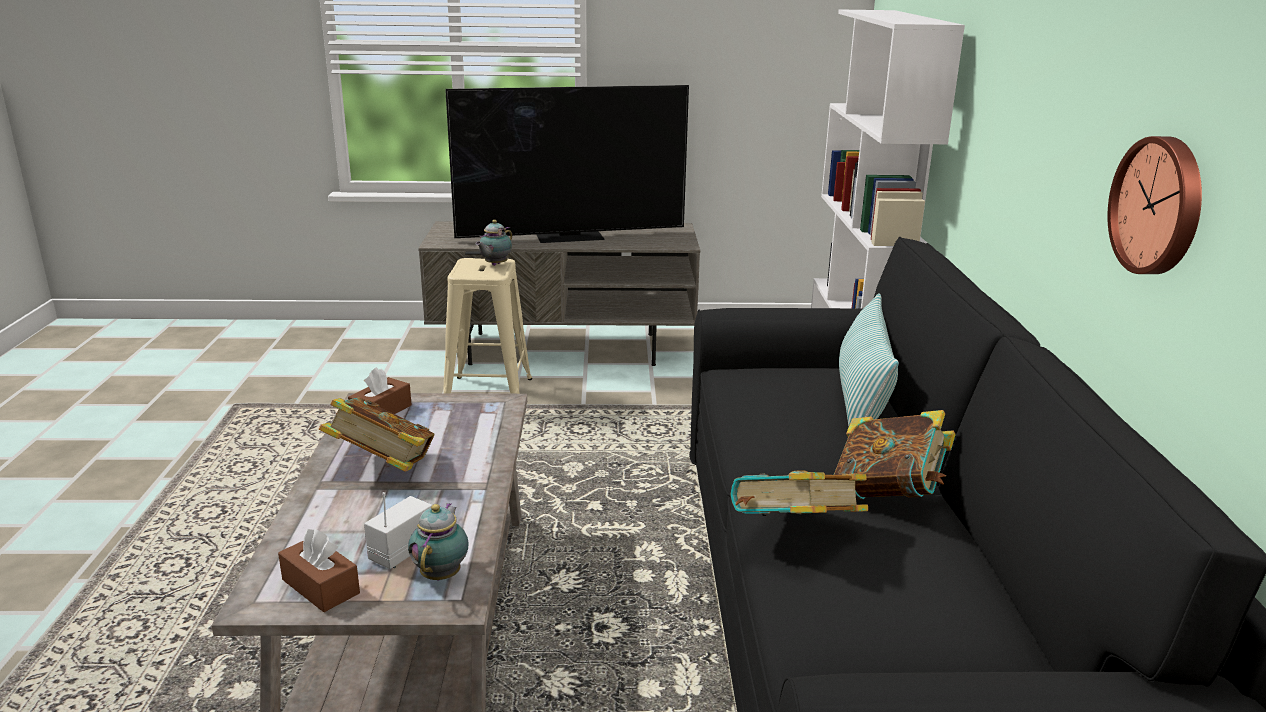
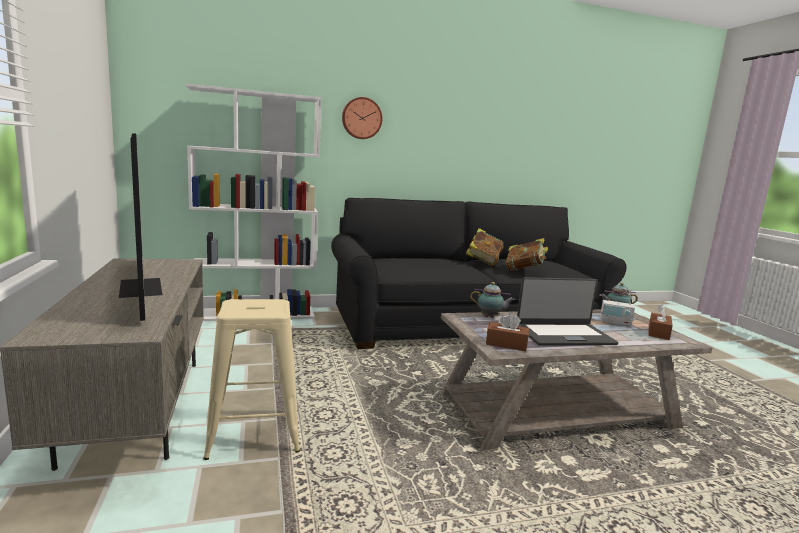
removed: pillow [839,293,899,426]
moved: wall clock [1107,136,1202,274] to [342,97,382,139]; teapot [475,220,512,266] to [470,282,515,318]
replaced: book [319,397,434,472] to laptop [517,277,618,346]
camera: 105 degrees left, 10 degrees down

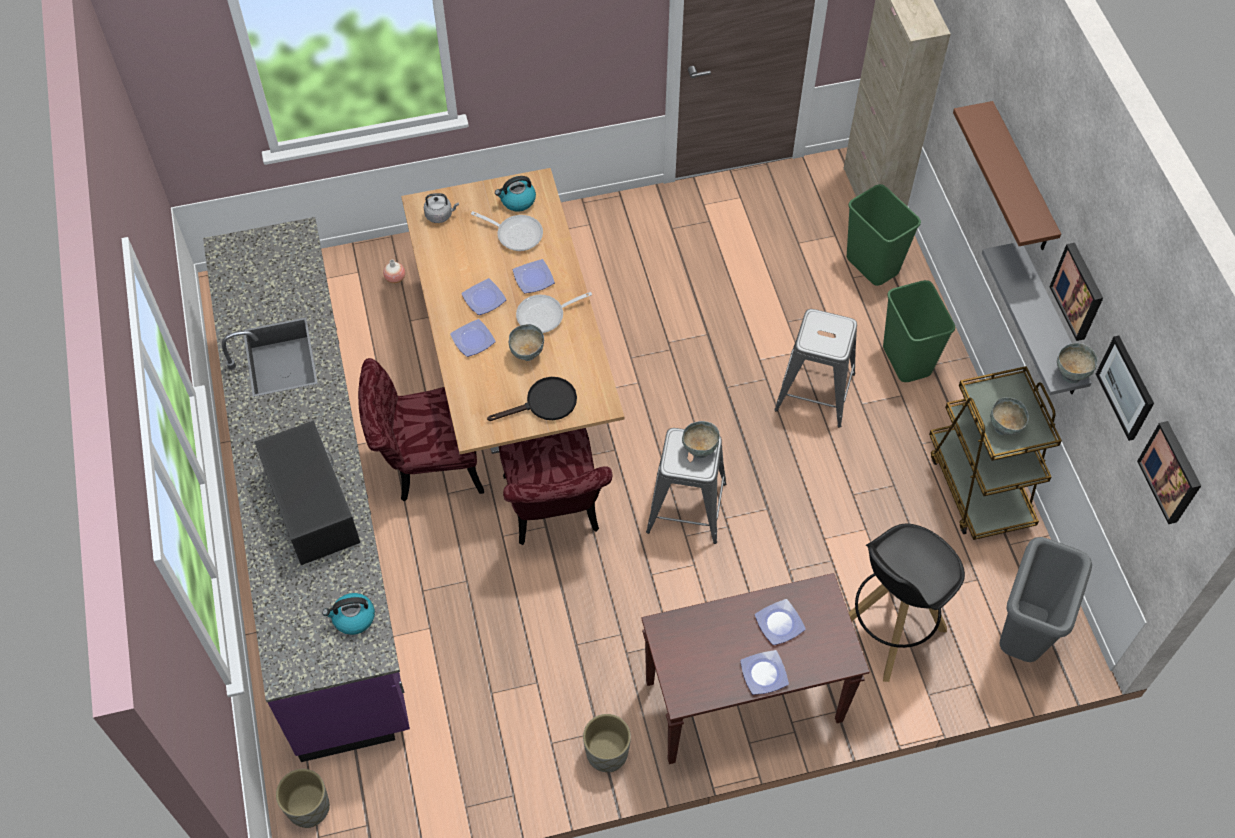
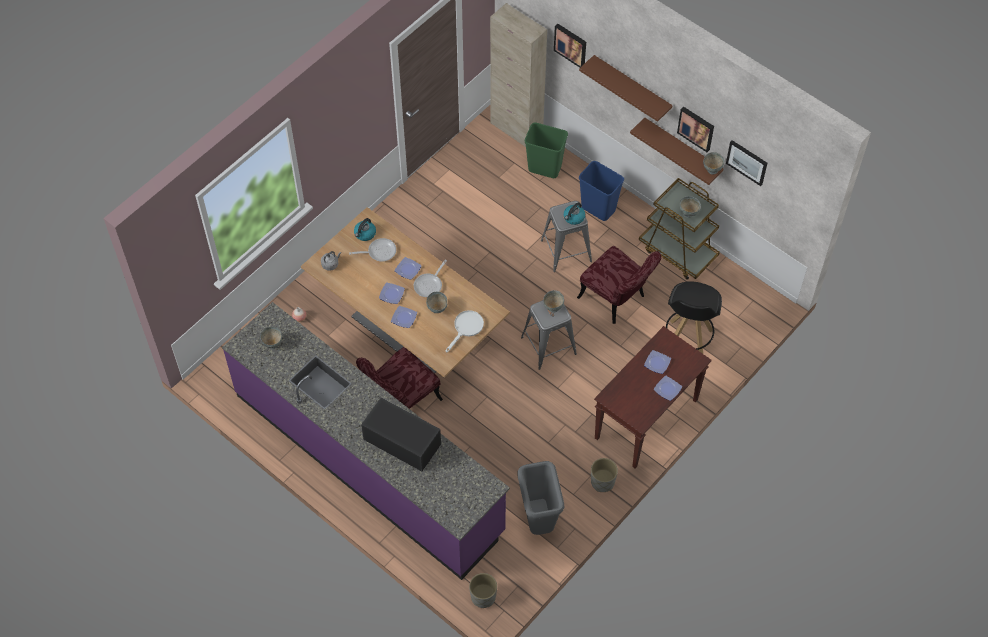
added: grey bowl [260,327,282,349]
moved: picture [1137,421,1201,524] to [554,24,586,68]; red chair [499,428,612,545] to [577,246,662,324]; grey trash can [1000,537,1092,662] to [518,461,564,535]; kettle [322,593,375,635] to [564,202,585,225]
recoloured: grey shelf [982,242,1092,395] to brown shelf [630,118,723,185]; green trash can [883,280,955,382] to blue trash can [579,161,624,221]; black frying pan [487,377,577,421] to white frying pan [446,310,484,352]
camera: 35 degrees left, 0 degrees up

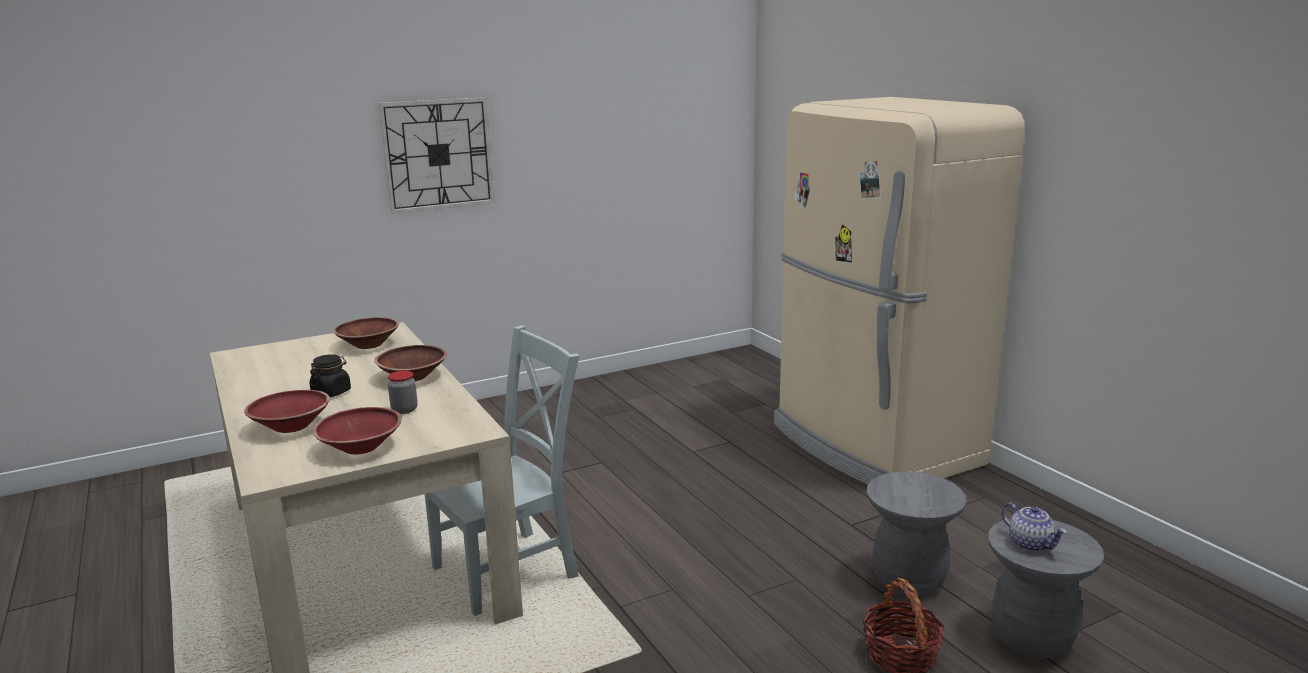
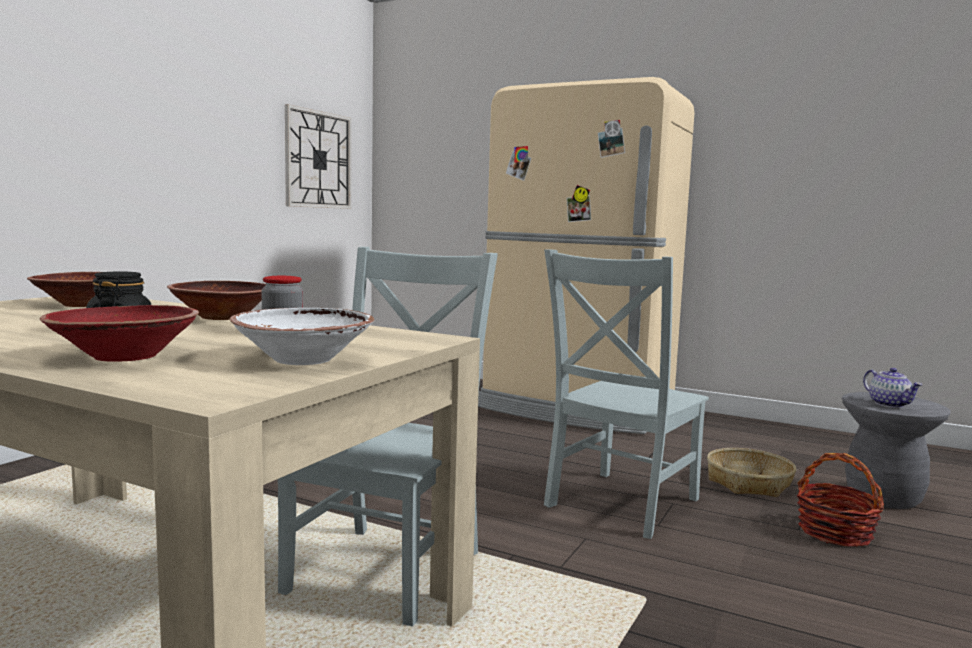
added: grey chair [544,250,709,539]
moved: wall clock [378,97,495,214] to [285,104,351,209]
replaced: grey stool [867,471,967,597] to basket [707,448,796,497]
recoloured: red bowl [313,407,402,455] to white bowl [230,308,374,365]
turned: teapot [1002,502,1067,552] = [863,368,922,408] 45 degrees clockwise
camera: 35 degrees left, 10 degrees down

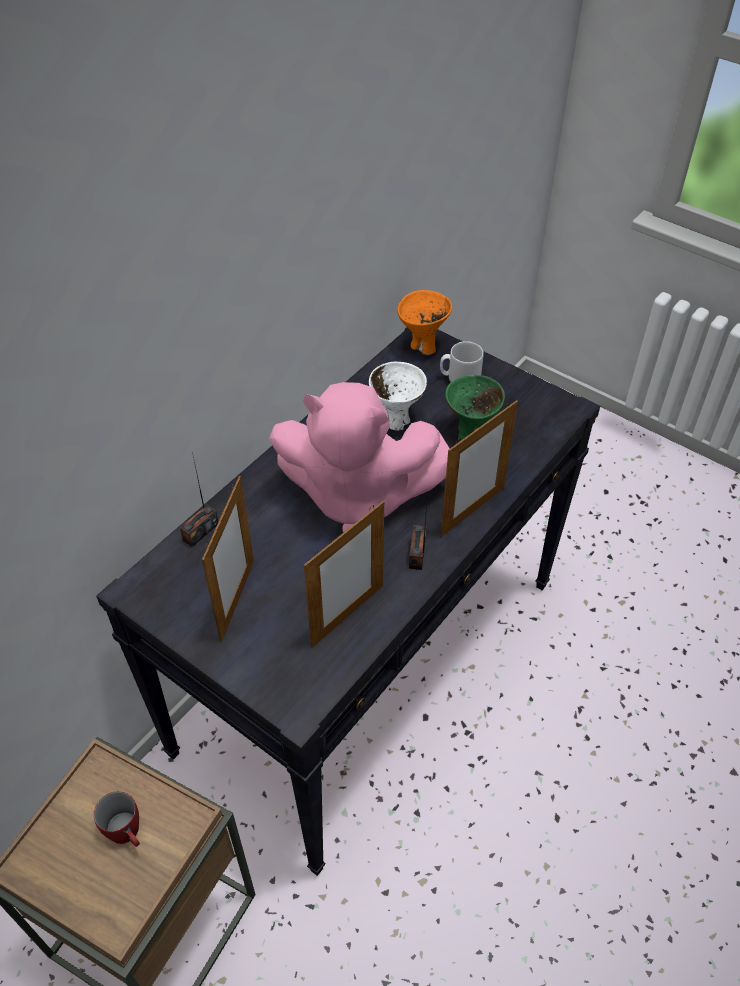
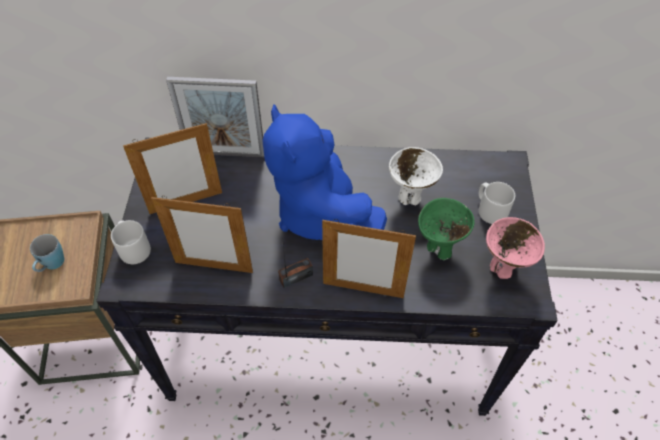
removed: orange bowl [397,290,452,355]
added: pink bowl [486,217,545,279]; grey mug [111,220,151,264]
replaced: radio [180,452,218,547] to picture frame [166,77,264,157]
recoloured: pink plush toy [269,382,450,532] to blue plush toy [262,104,387,240]; red mug [94,791,140,847] to blue mug [30,234,64,272]
camera: 55 degrees right, 5 degrees up

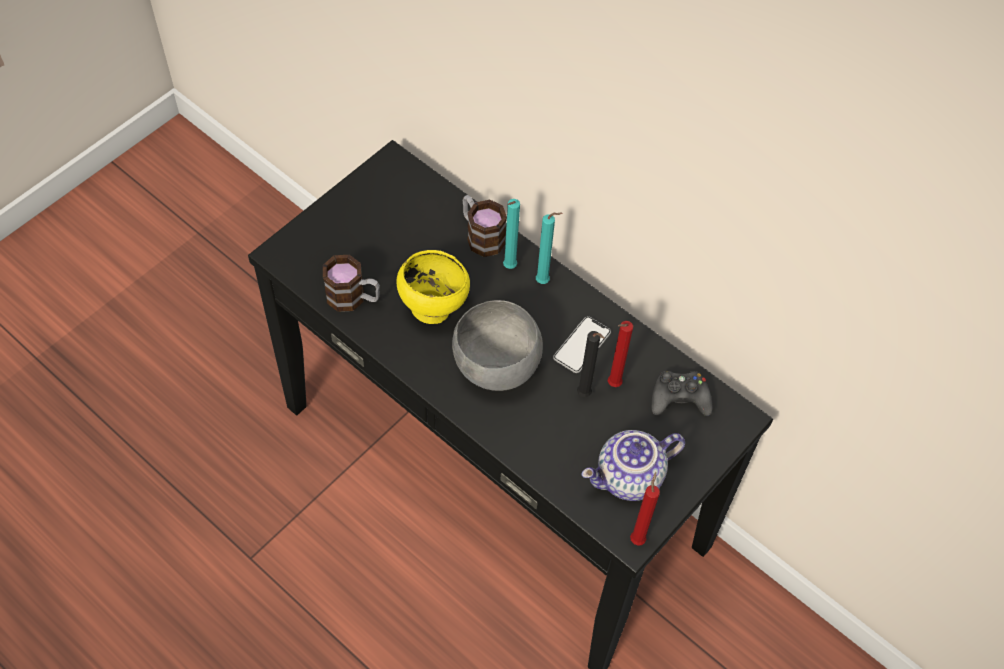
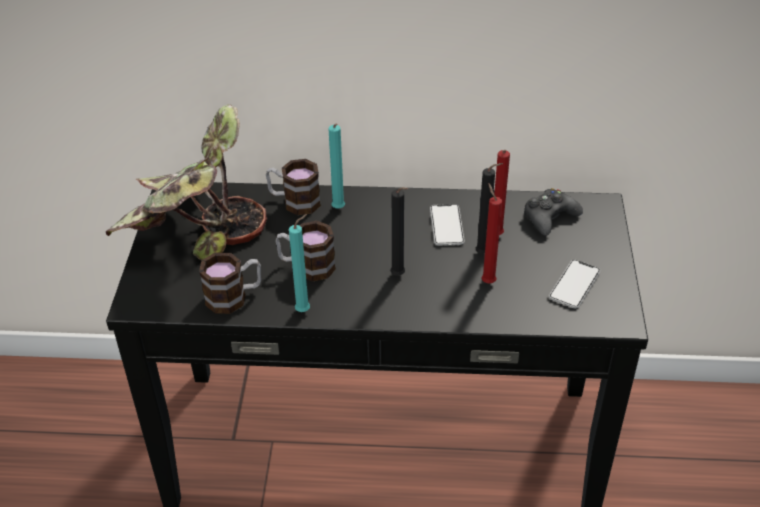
added: potted plant [106,104,267,260]
moved: turquoise candle [536,212,563,284] to [289,214,310,312]; red candle [630,472,660,545] to [482,184,502,283]
replaced: yellow bowl [397,250,470,324] to mug [276,221,336,282]; grey bowl [452,300,543,391] to black candle [390,187,408,276]; teapot [581,430,685,501] to phone [549,260,600,308]
camera: 35 degrees left, 15 degrees down

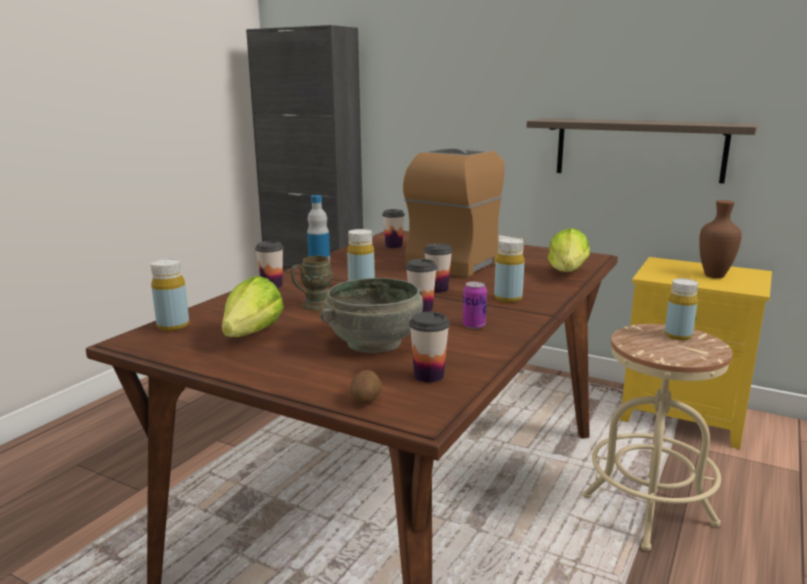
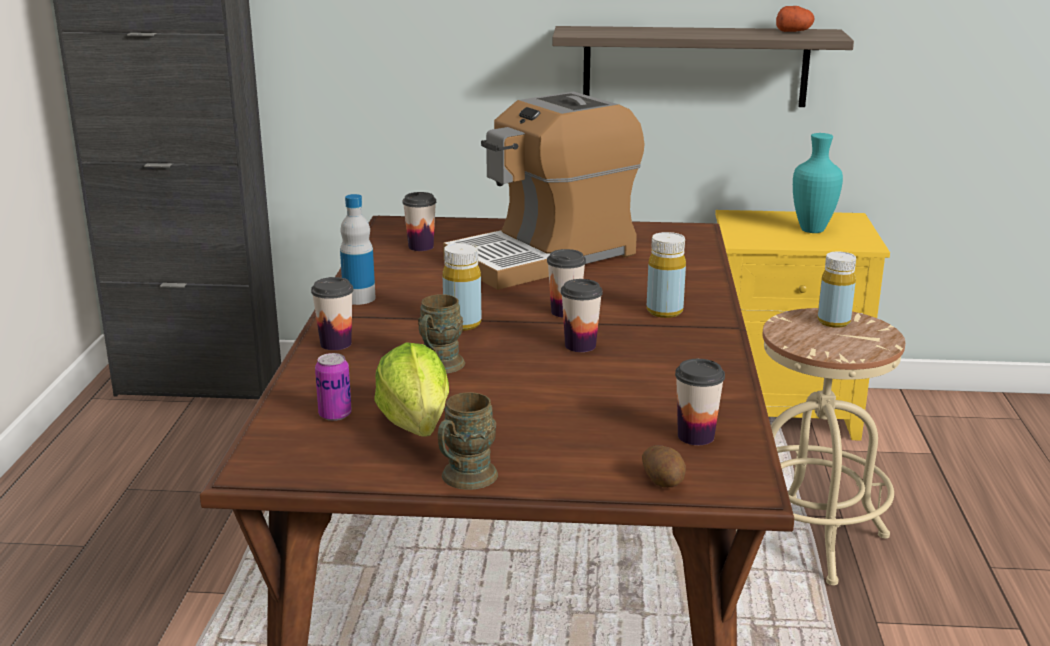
removed: lettuce [548,228,590,272]; yellow bottle [151,258,189,331]; grey bowl [320,278,423,353]
added: potato [776,6,815,32]; brown mug [438,392,498,490]
moved: can [463,281,487,329] to [315,353,352,421]
recoloured: brown vase [699,200,742,278] to turquoise vase [793,133,843,233]
turned: coffee machine [403,148,524,278] = [443,92,644,290] 135 degrees counterclockwise
camera: 25 degrees left, 5 degrees up

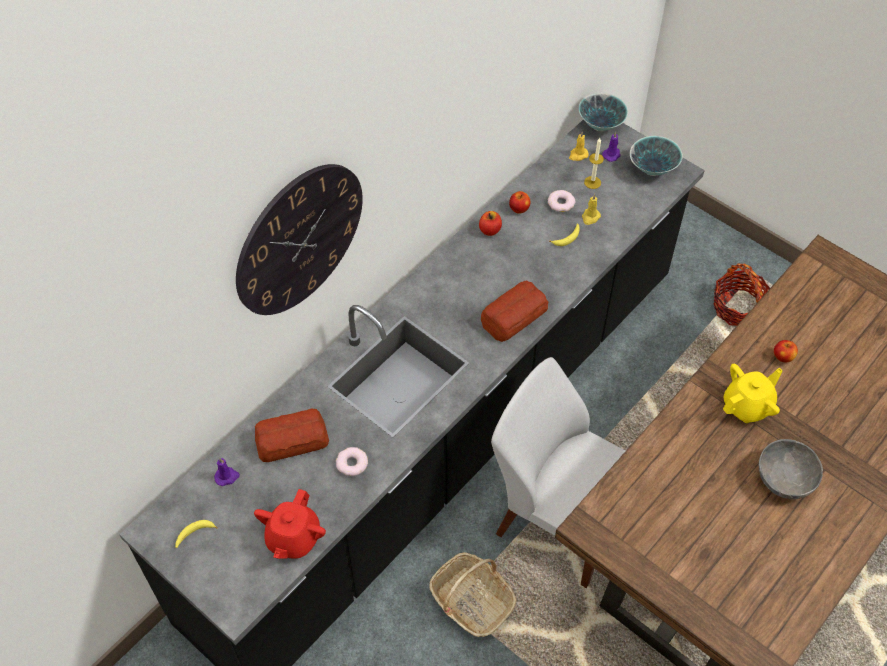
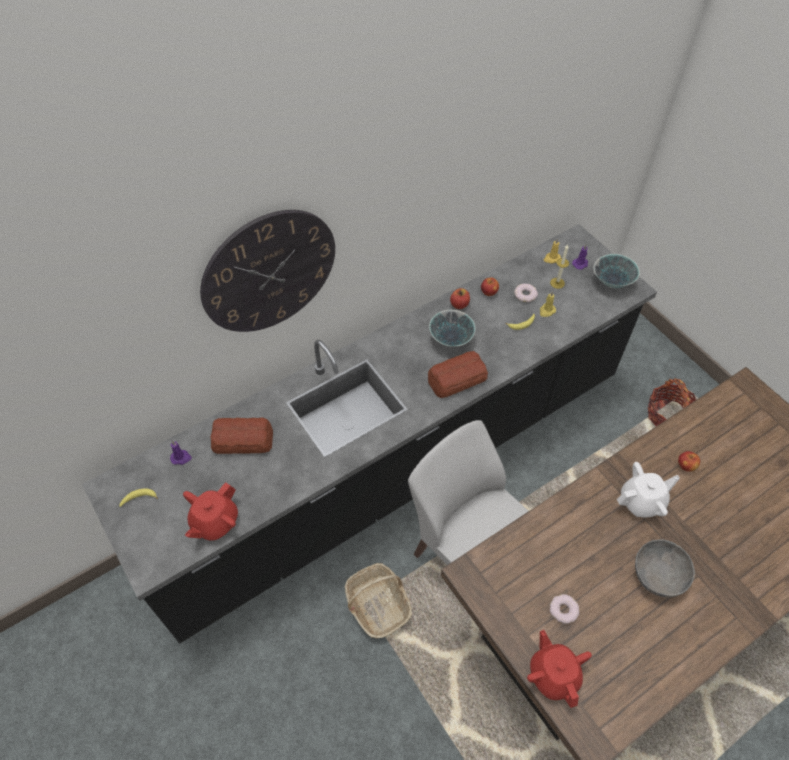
added: red teapot [527,630,592,708]
moved: bowl [578,93,628,132] to [429,310,476,347]; donut [336,447,368,476] to [550,594,579,624]
recoloured: yellow teapot [723,364,783,423] to white teapot [617,462,680,517]
camera: 15 degrees right, 0 degrees up

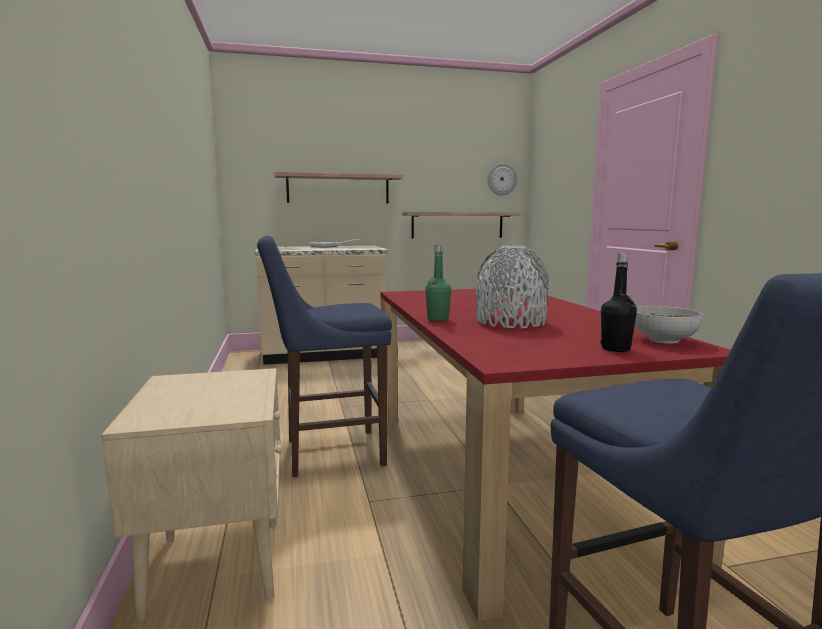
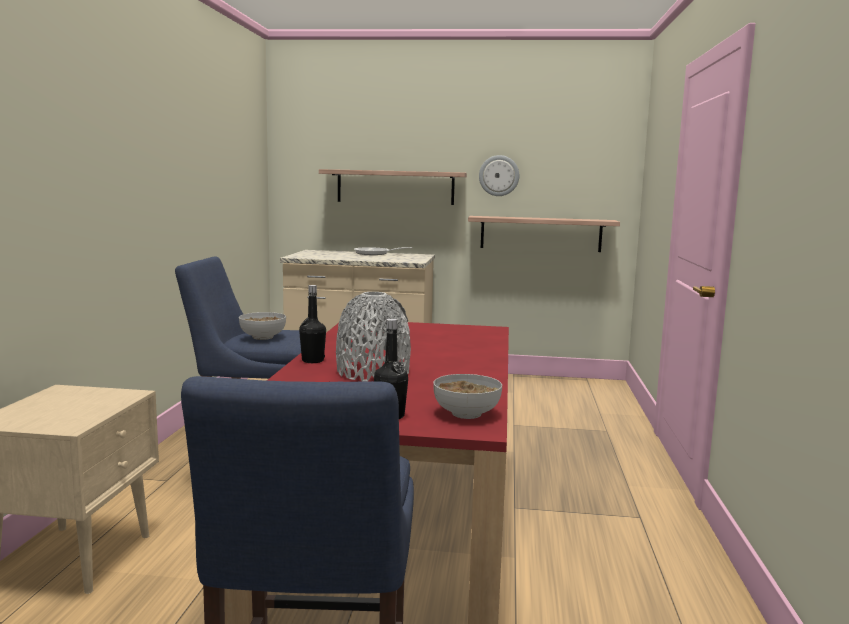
added: bowl [239,312,286,340]
moved: wall clock [488,163,517,196] to [479,155,519,196]
recoloured: green bottle [425,245,451,321] to black bottle [299,285,326,363]
camera: 20 degrees right, 0 degrees up

